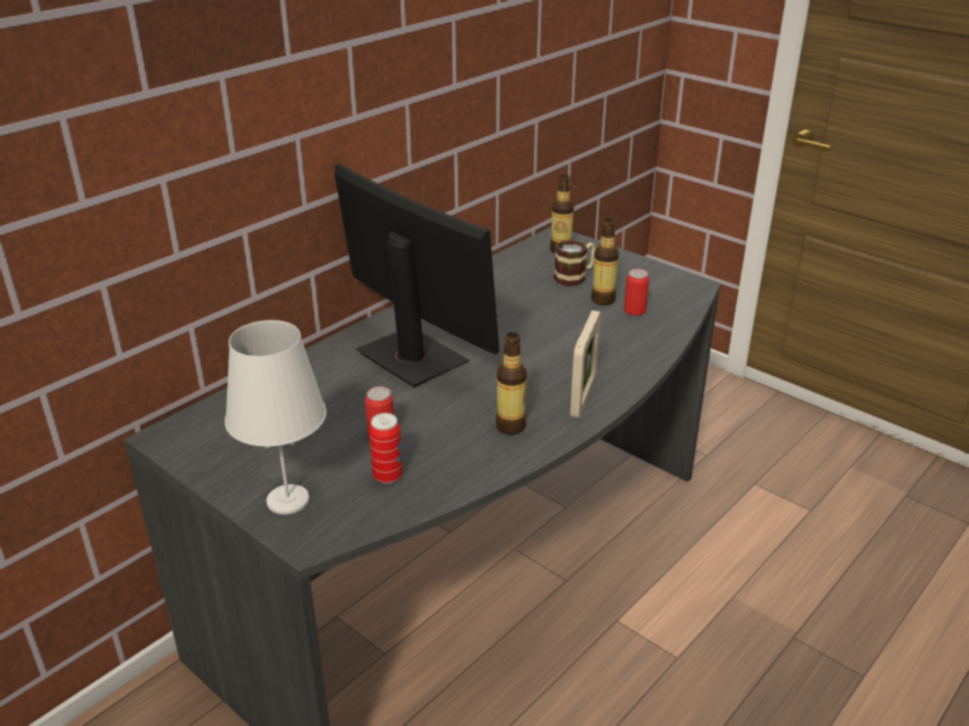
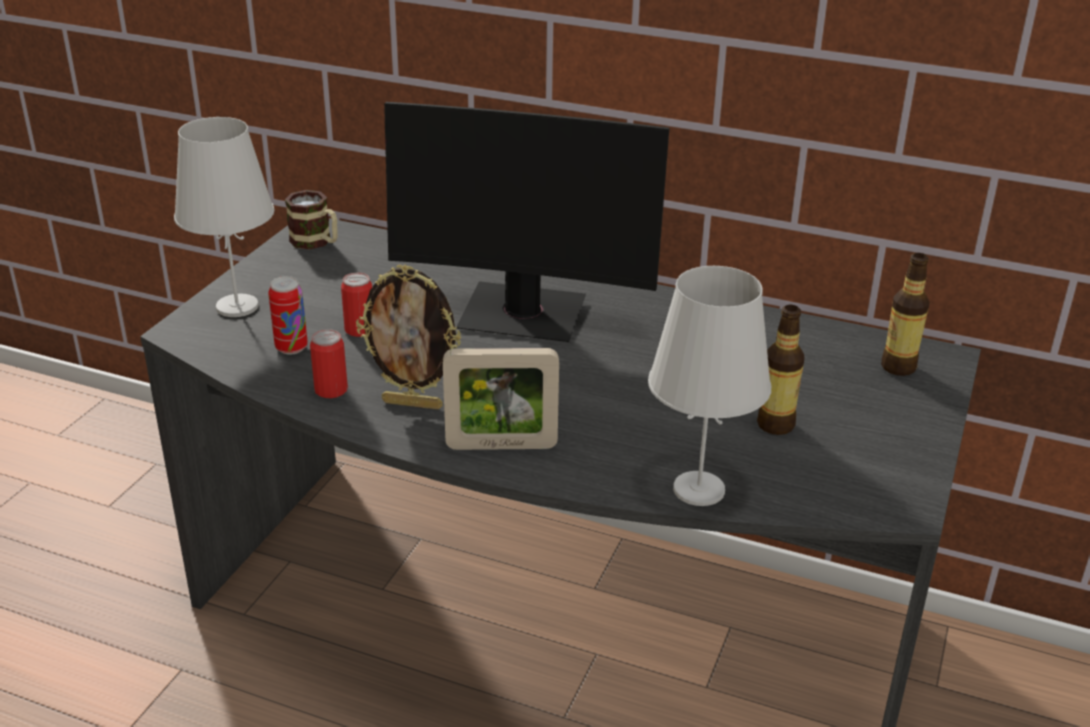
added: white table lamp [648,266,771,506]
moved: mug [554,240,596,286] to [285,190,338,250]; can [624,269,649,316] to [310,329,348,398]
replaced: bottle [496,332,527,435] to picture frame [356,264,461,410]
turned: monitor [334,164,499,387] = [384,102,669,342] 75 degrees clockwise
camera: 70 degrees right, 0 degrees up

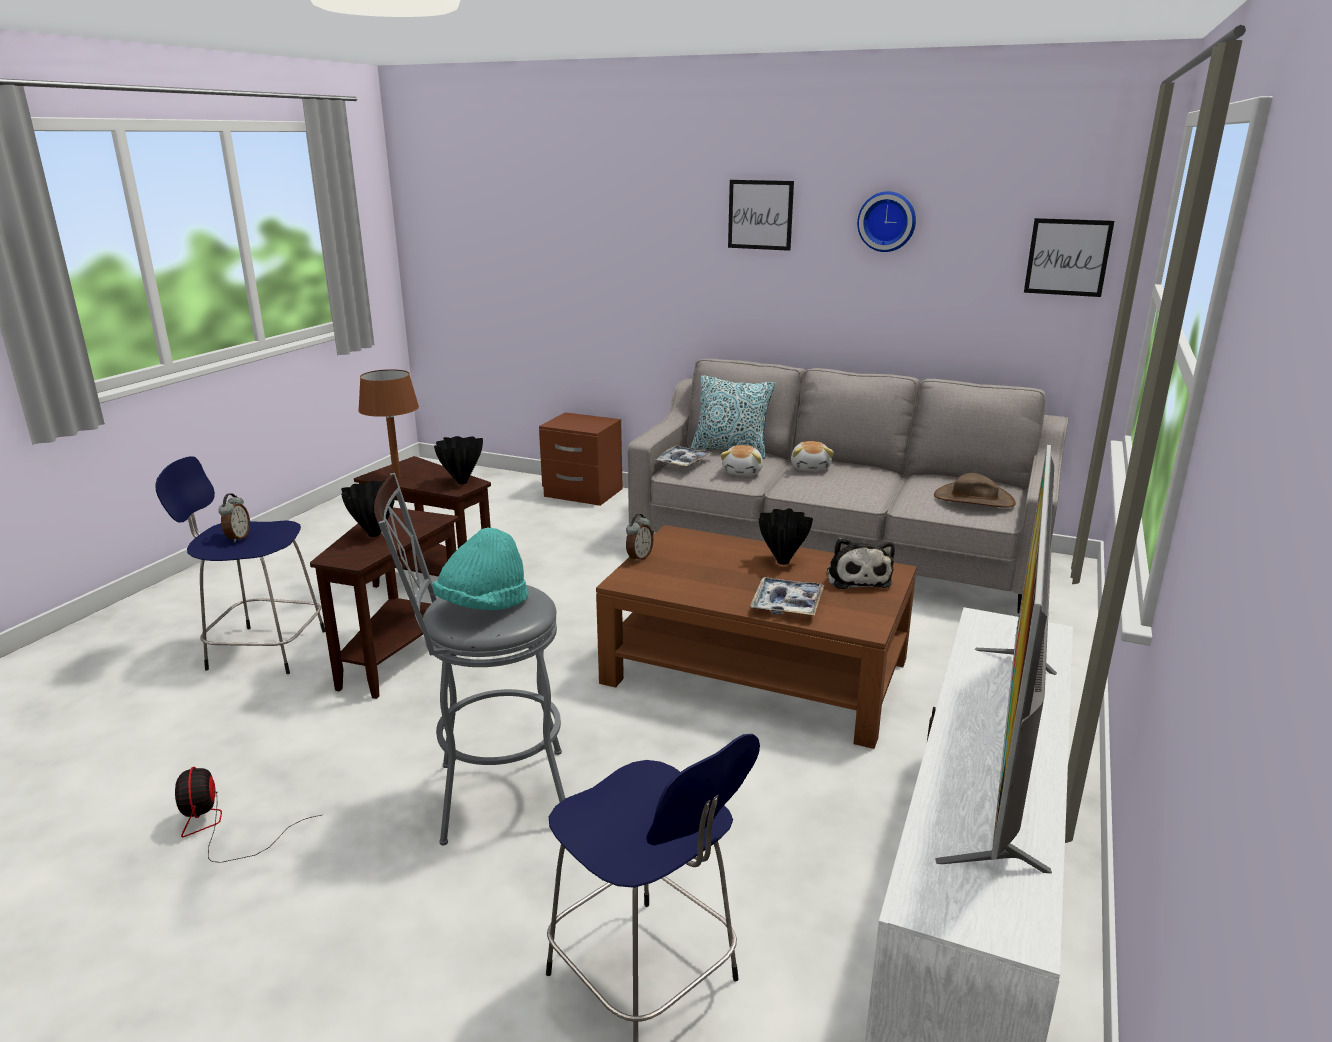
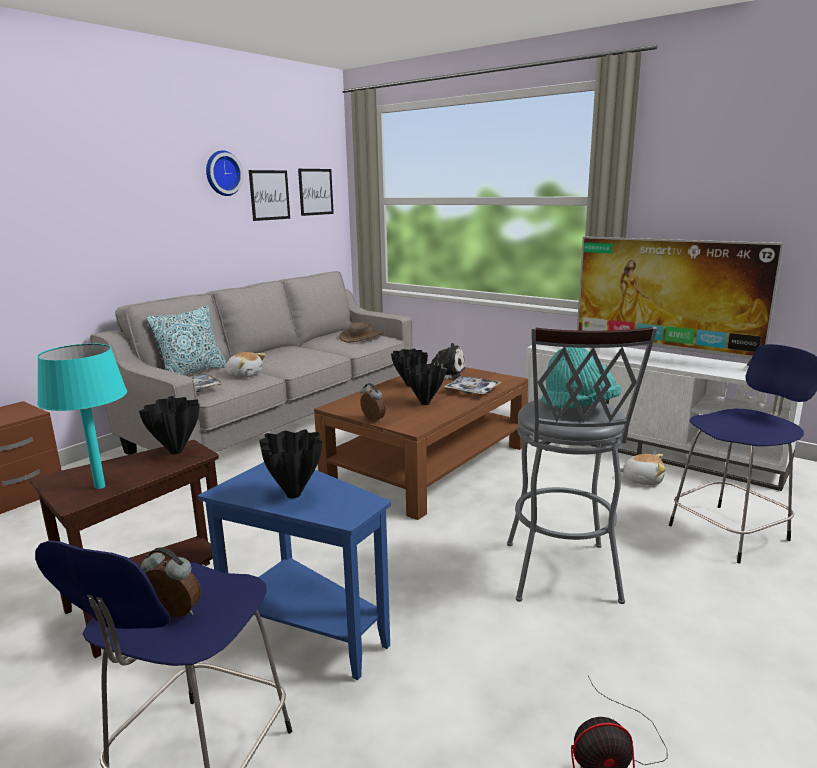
added: black vase [404,363,446,405]
moved: picture [728,180,794,251] to [249,170,290,221]; plush toy [791,441,834,471] to [620,454,666,485]
recoloured: brown table lamp [358,369,419,478] to turquoise table lamp [37,344,127,489]; brown side table [310,508,459,699] to blue side table [198,462,391,681]
camera: 75 degrees left, 5 degrees down

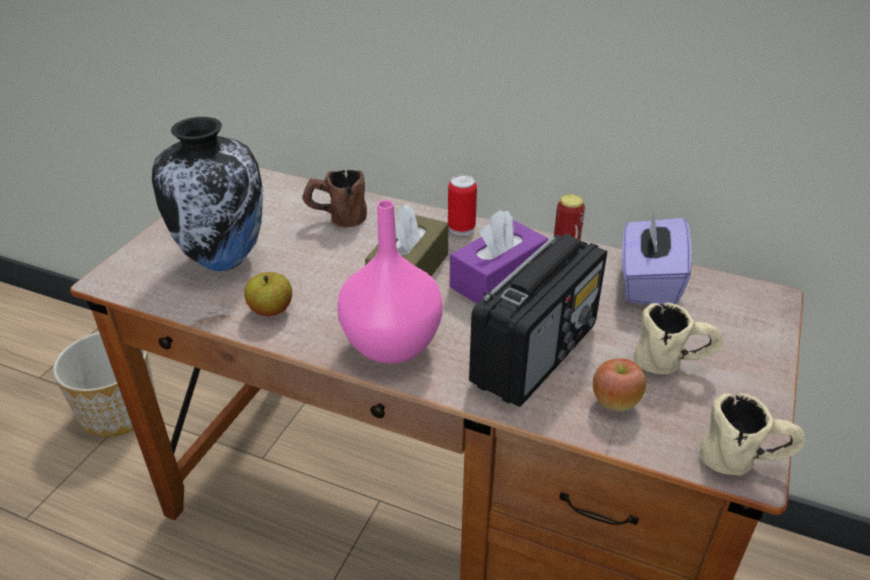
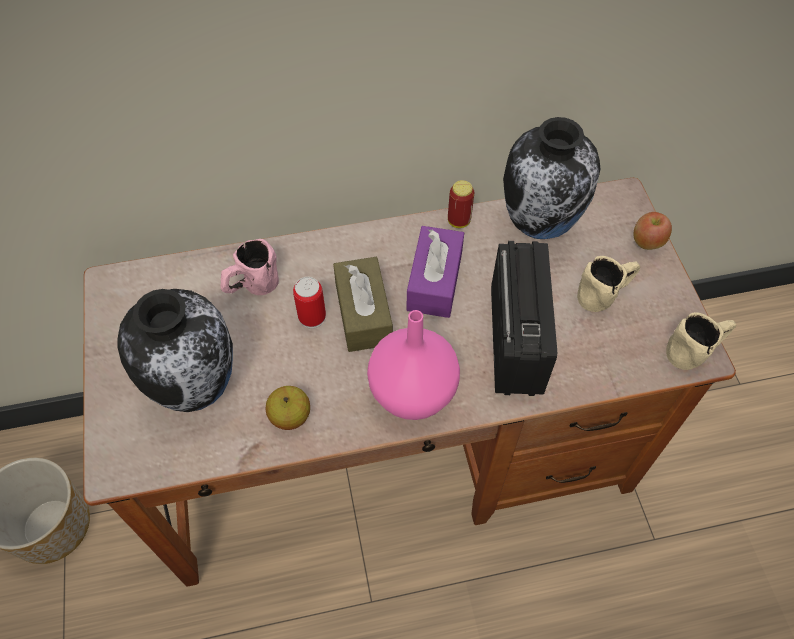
moved: can [448,175,477,236] to [293,277,326,329]; apple [593,358,646,411] to [634,212,672,250]
replaced: purple tissue box [622,207,692,306] to vase [503,117,600,239]
recoloured: brown mug [302,170,367,228] to pink mug [220,239,279,295]
camera: 35 degrees left, 20 degrees up

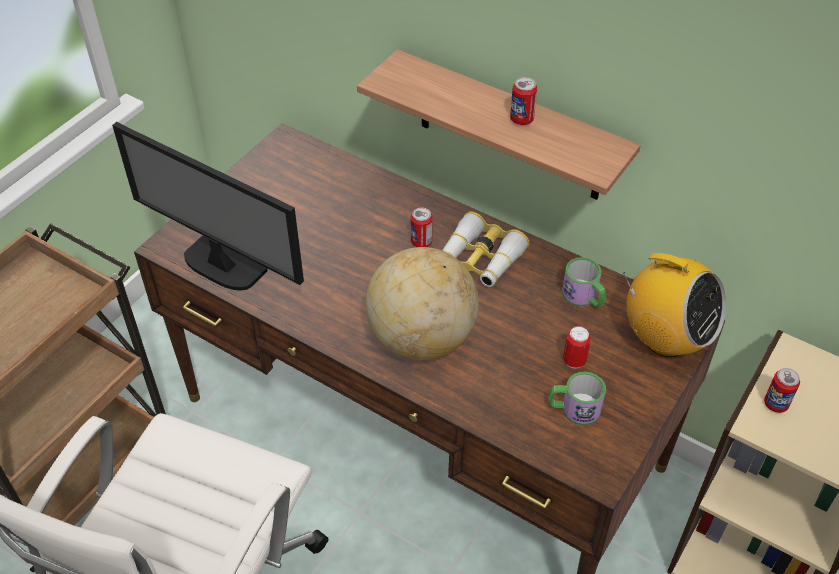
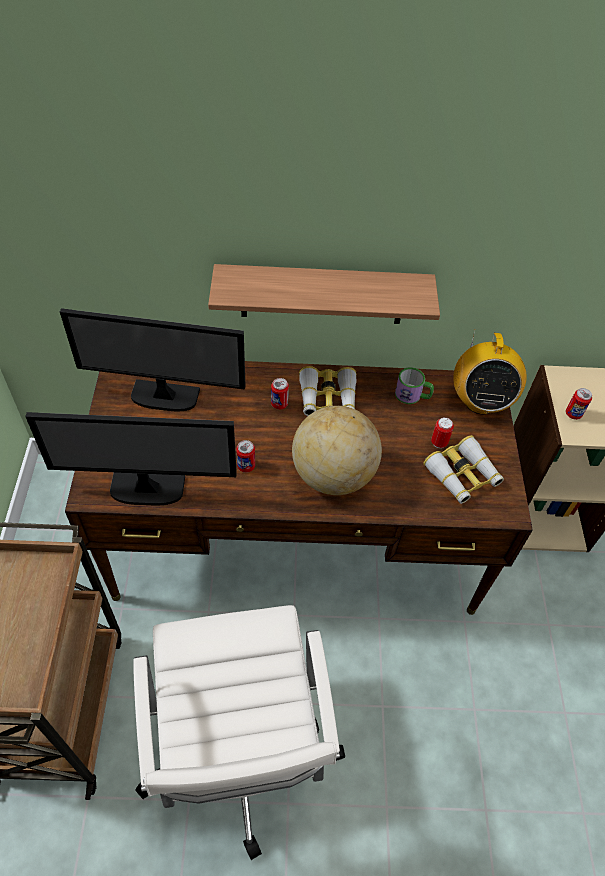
added: monitor [60,308,246,412]
moved: can [510,77,537,125] to [236,440,255,473]
replaced: mug [548,372,606,425] to binoculars [423,435,504,504]
turned: radio [623,253,726,357] = [453,329,527,415] 90 degrees clockwise
camera: 35 degrees left, 5 degrees up

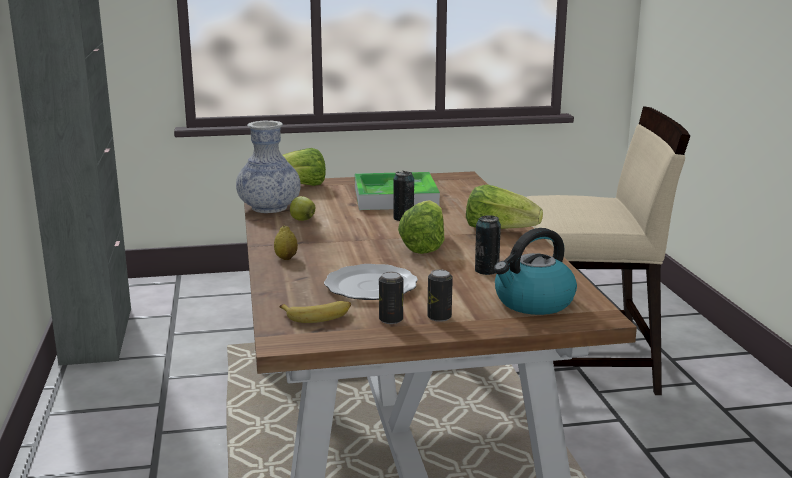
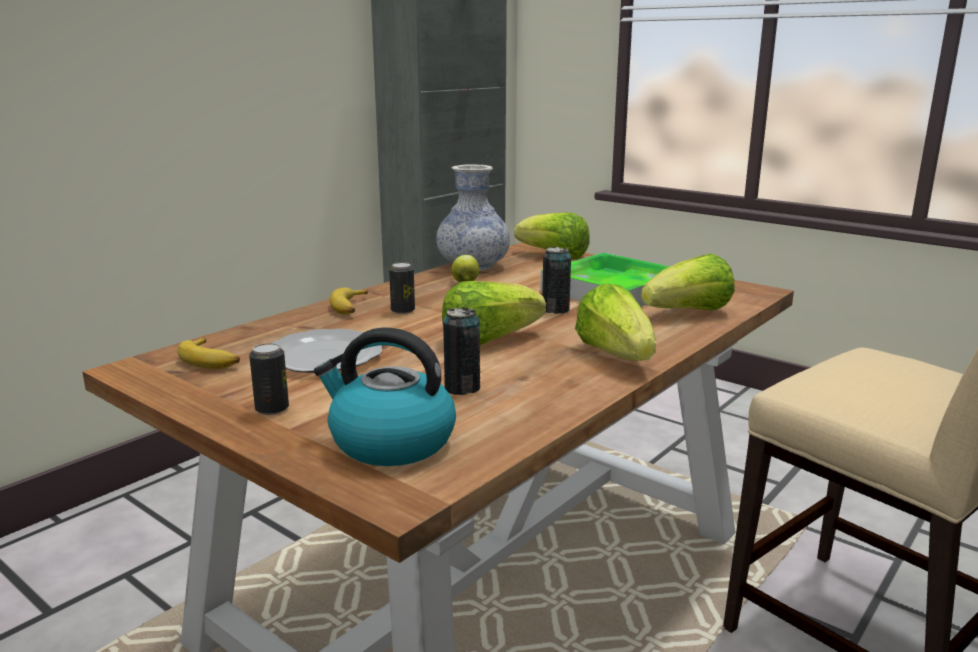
added: lettuce [641,253,735,311]
moved: can [379,272,403,324] to [389,262,415,314]
replaced: lemon [274,226,298,260] to banana [330,288,368,315]
camera: 50 degrees right, 0 degrees up

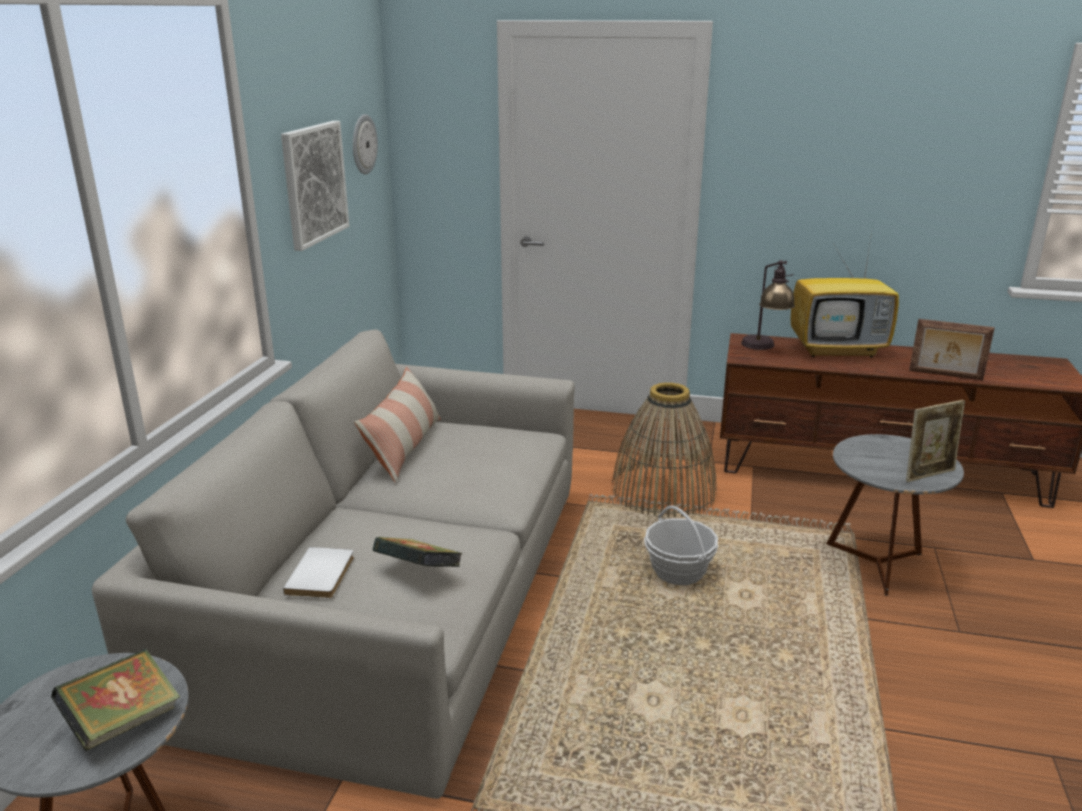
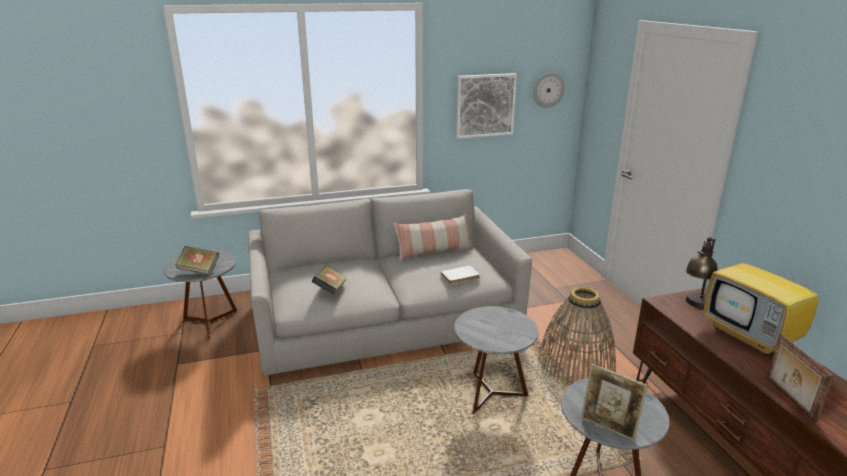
moved: white book [283,547,354,599] to [440,265,480,284]
replaced: basket [644,505,718,585] to grey side table [454,306,539,414]
camera: 60 degrees right, 0 degrees up

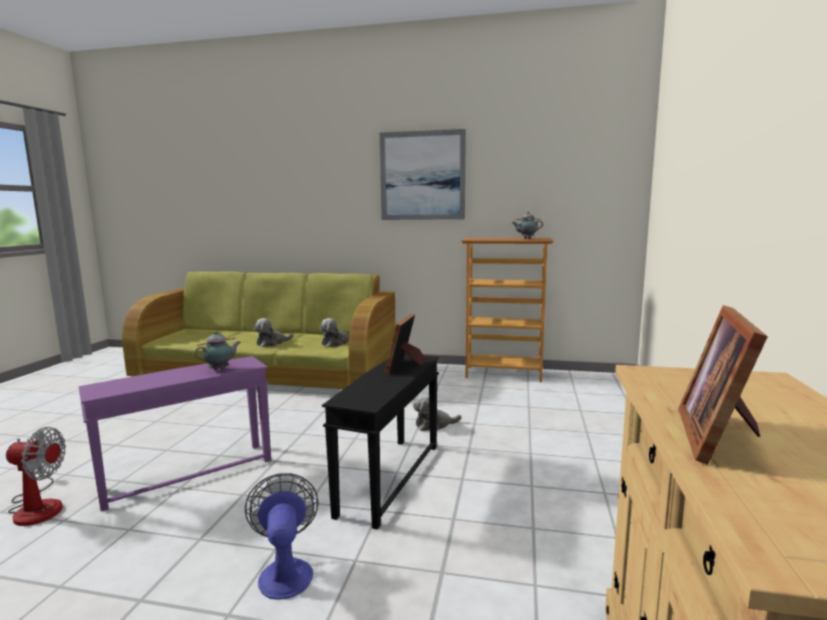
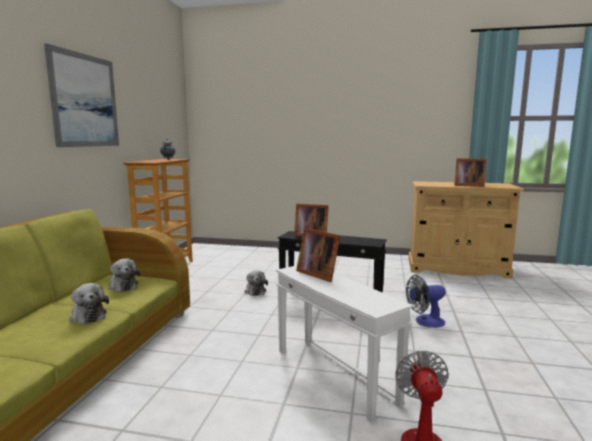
replaced: teapot [194,331,241,371] to picture frame [296,228,341,282]
recoloured: purple side table [78,356,271,511] to white side table [276,265,413,423]
camera: 90 degrees left, 0 degrees up

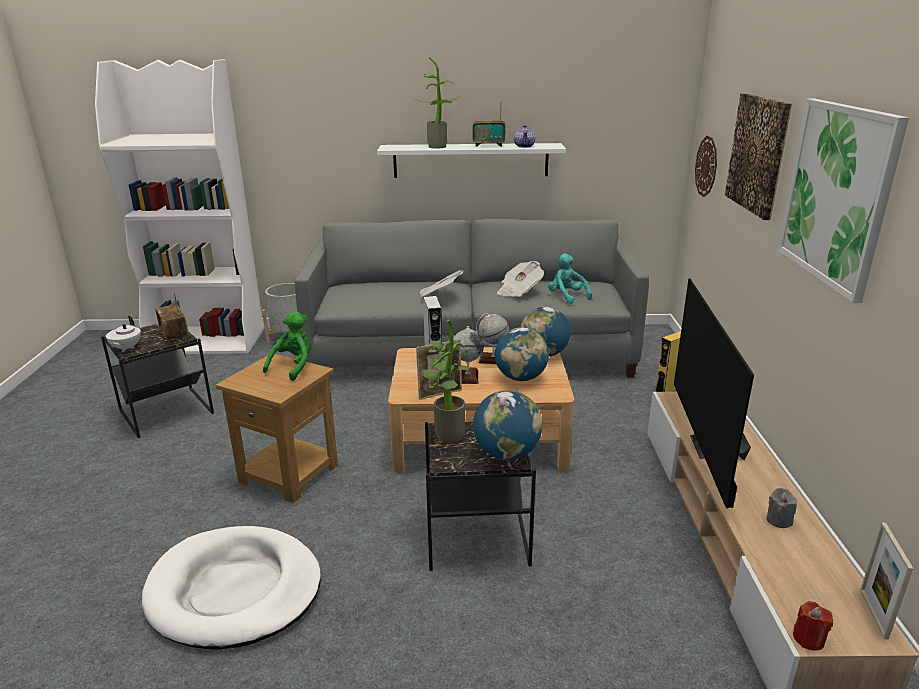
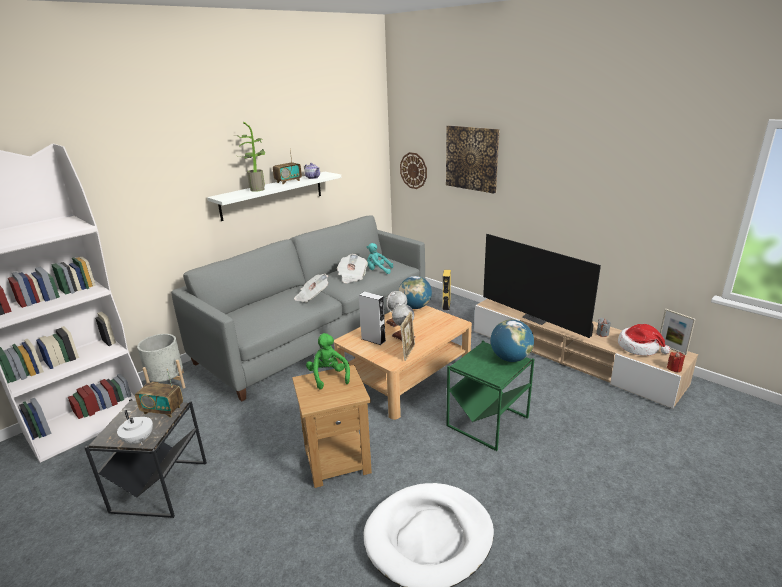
removed: picture [777,99,909,303]; potted plant [418,319,470,443]; globe [495,327,549,381]
added: hat [618,324,671,356]
recoloured: black side table [425,422,536,571] to green side table [446,340,534,451]
camera: 45 degrees left, 0 degrees up

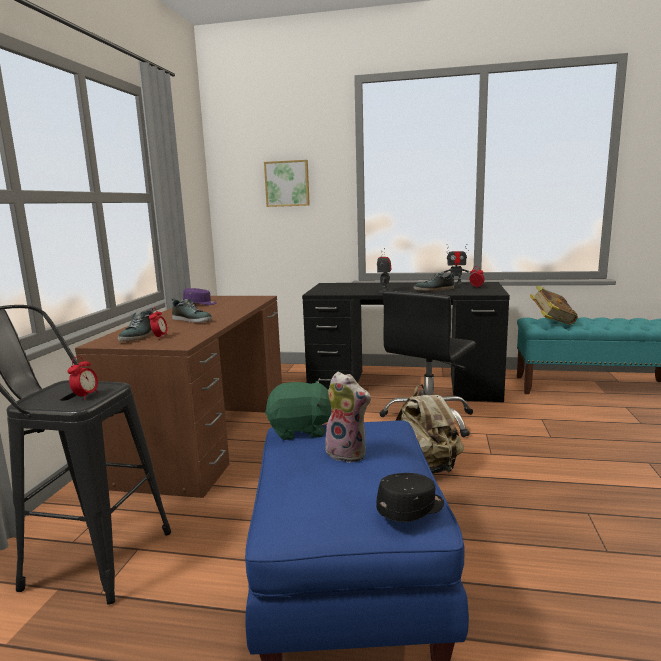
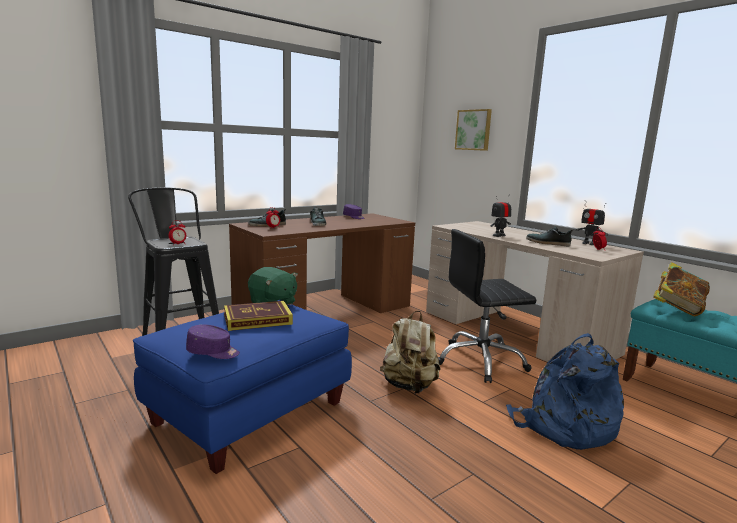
added: blue backpack [506,333,624,450]
replaced: plush toy [325,372,371,463] to book [224,301,293,331]
recoloured: black desk [302,282,510,402] to beige desk [426,221,644,362]; black cap [376,473,444,522] to purple cap [186,324,240,359]
camera: 40 degrees right, 0 degrees up

